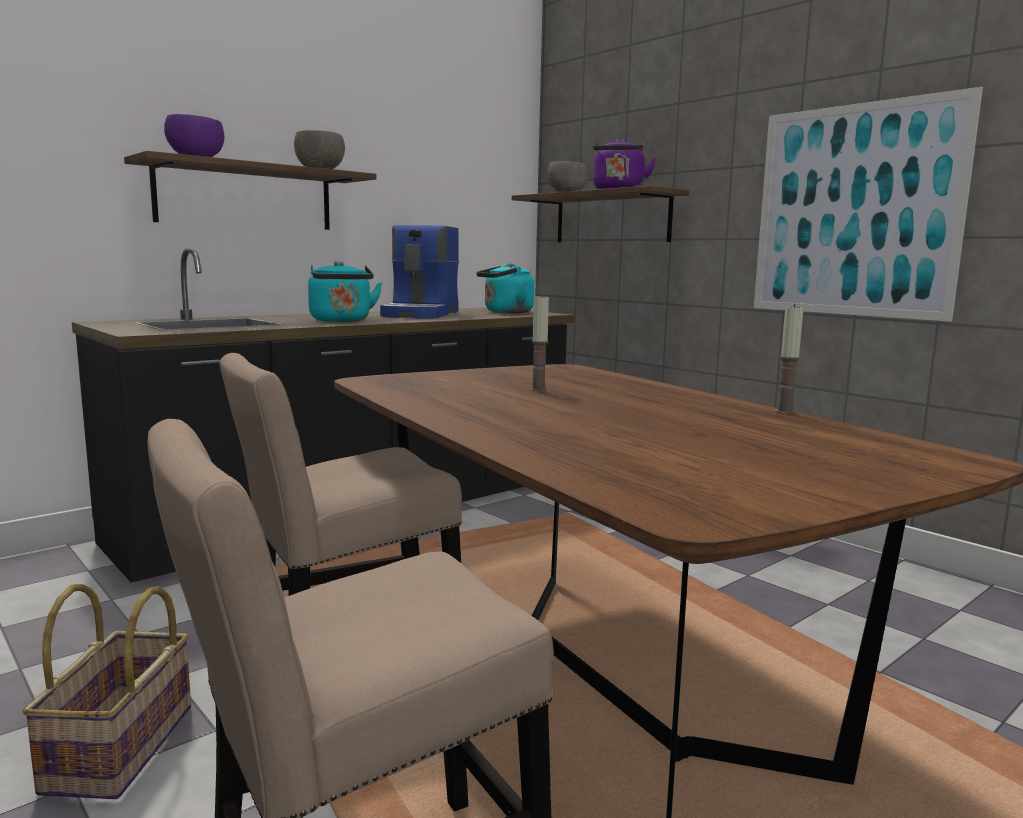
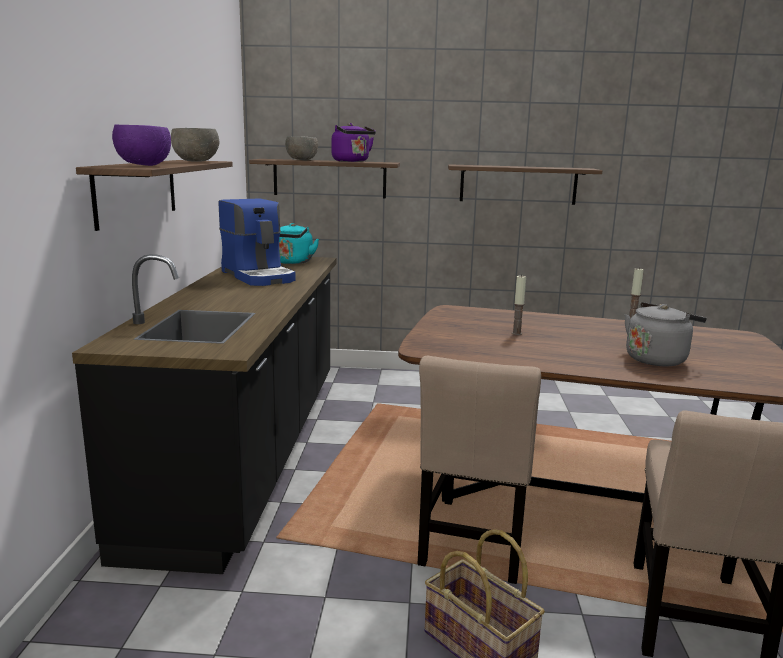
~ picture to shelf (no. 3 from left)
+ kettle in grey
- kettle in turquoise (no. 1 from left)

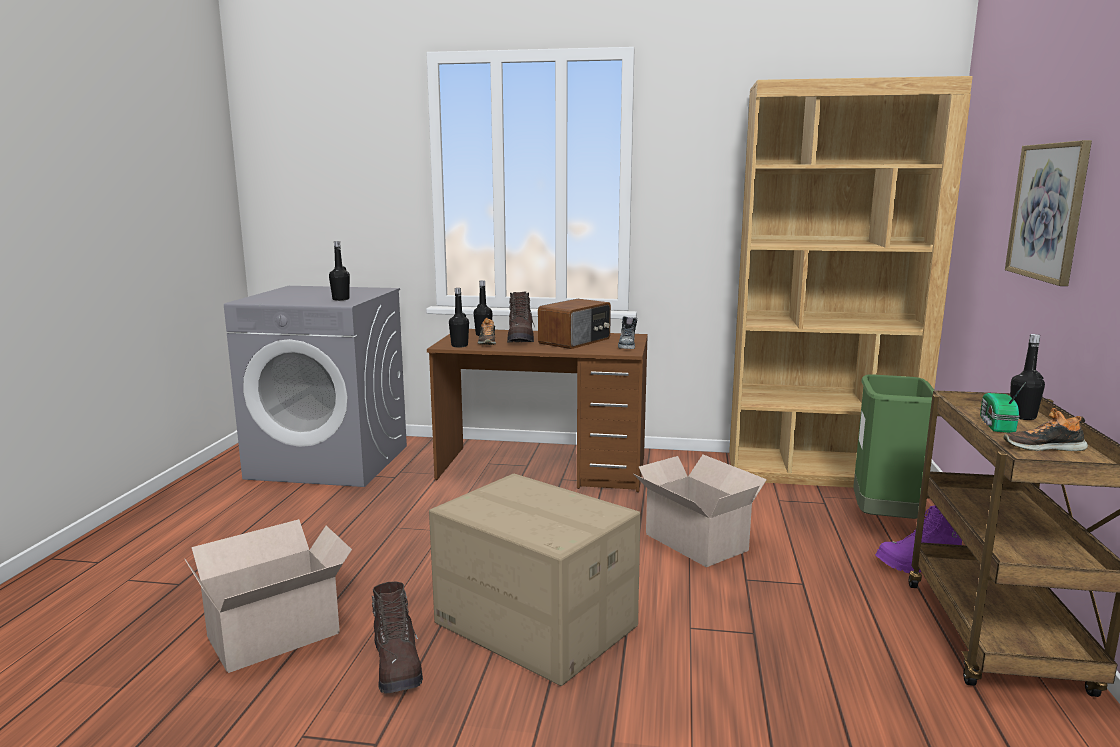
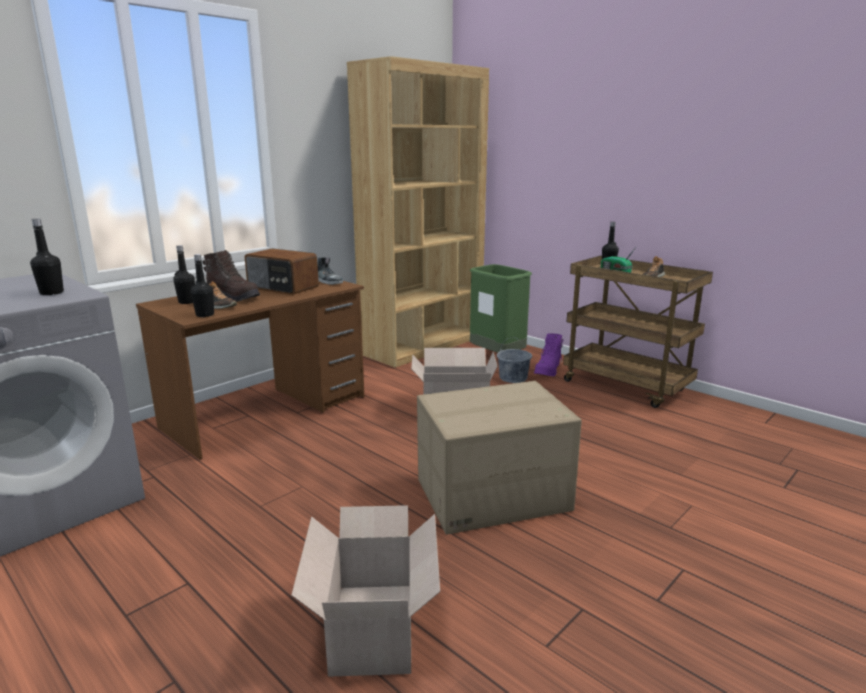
~ radio (no. 1 from left) 135 degrees clockwise
+ bucket in grey
- boot in brown (no. 1 from left)
- picture

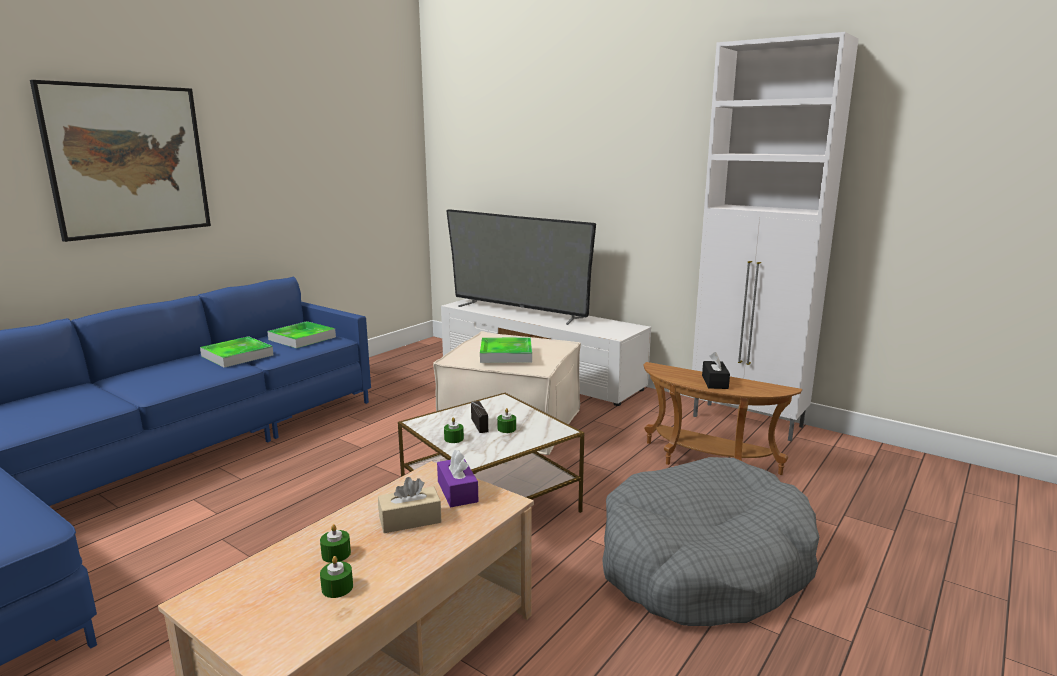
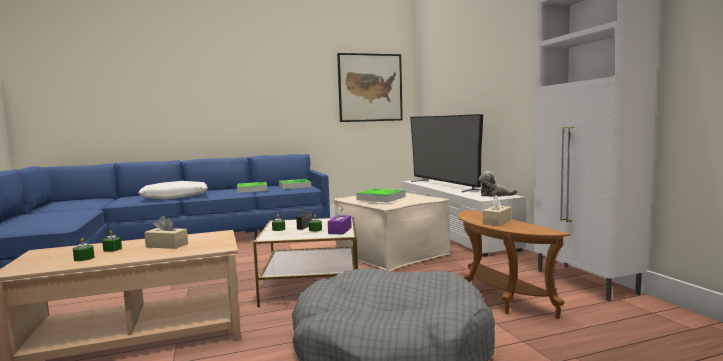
+ pillow in white
~ tissue box in purple
~ picture
+ plush toy
~ tissue box in black to tissue box in beige (no. 2 from left)

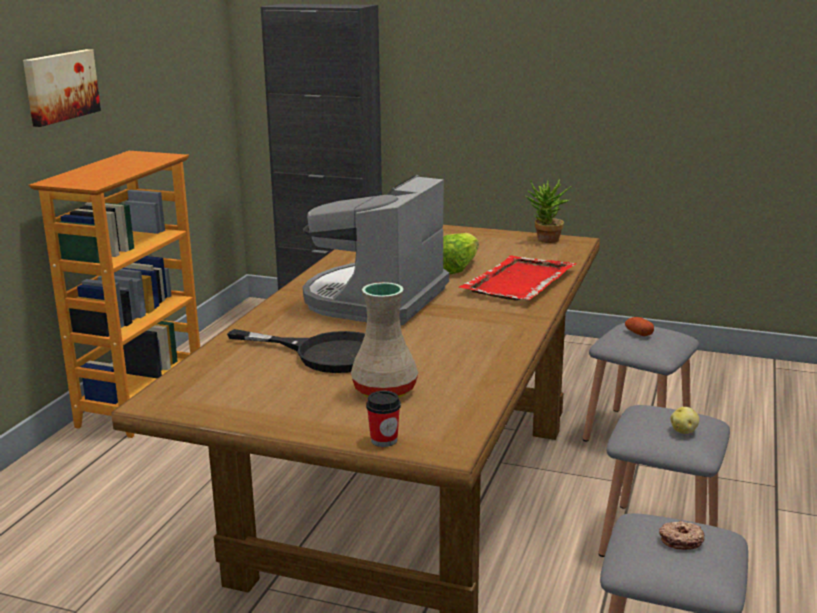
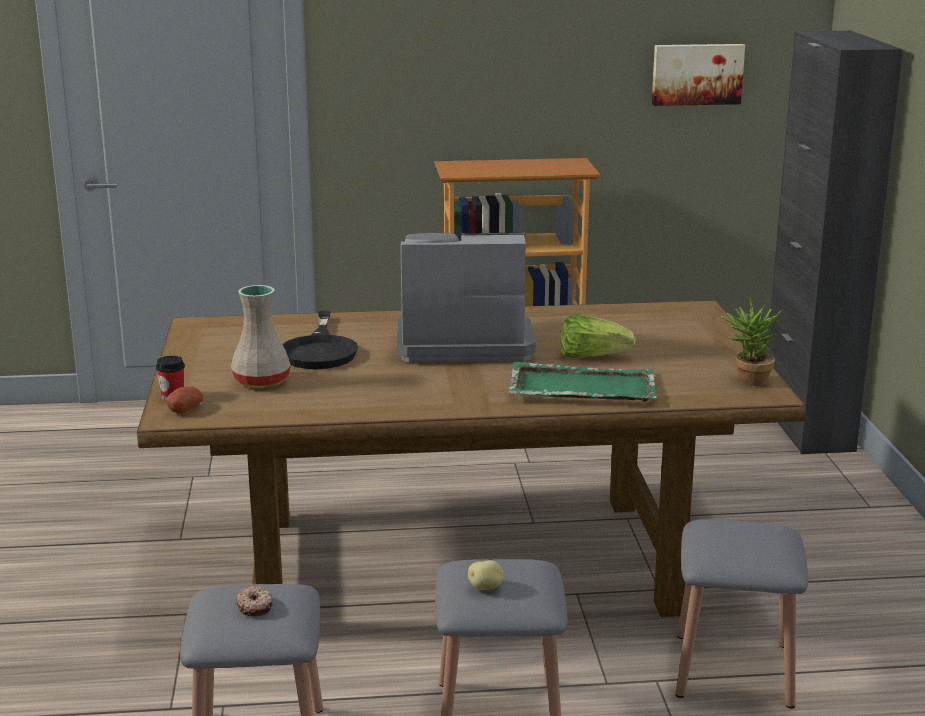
~ potato (no. 1 from left)
~ tray in red to tray in green
~ picture

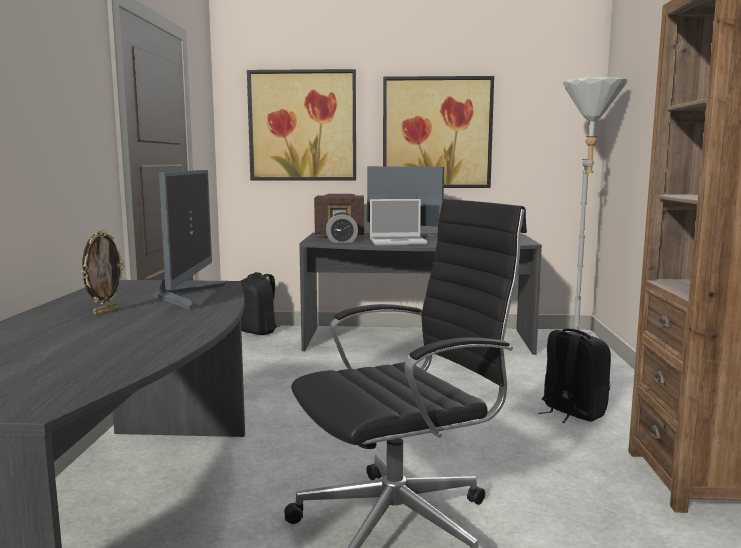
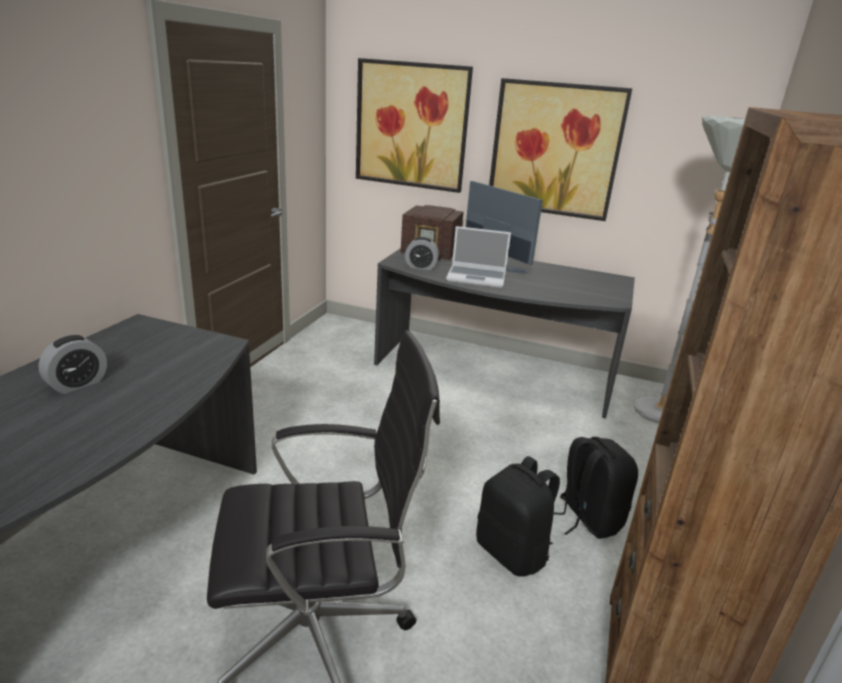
~ picture frame to alarm clock (no. 1 from left)
~ backpack in black (no. 1 from left)
- monitor (no. 1 from left)

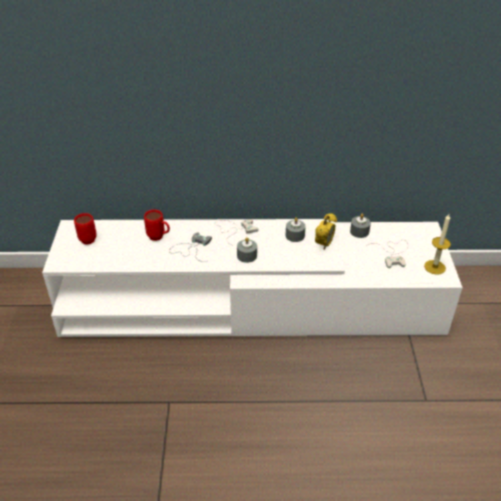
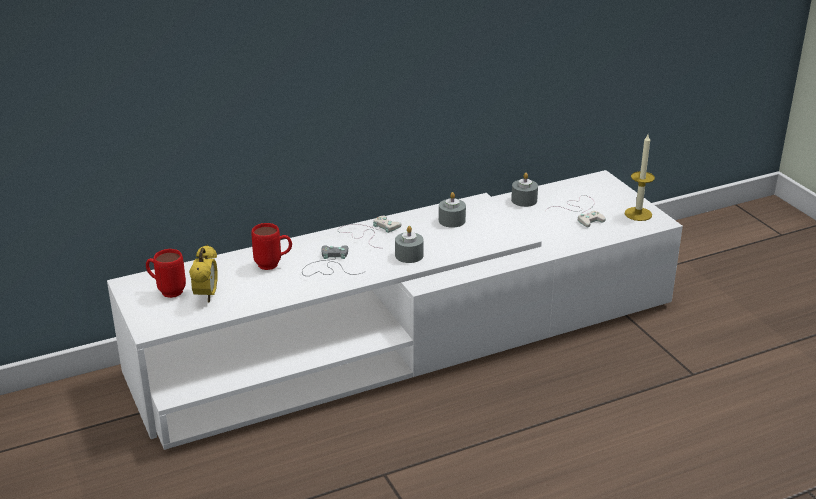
~ alarm clock

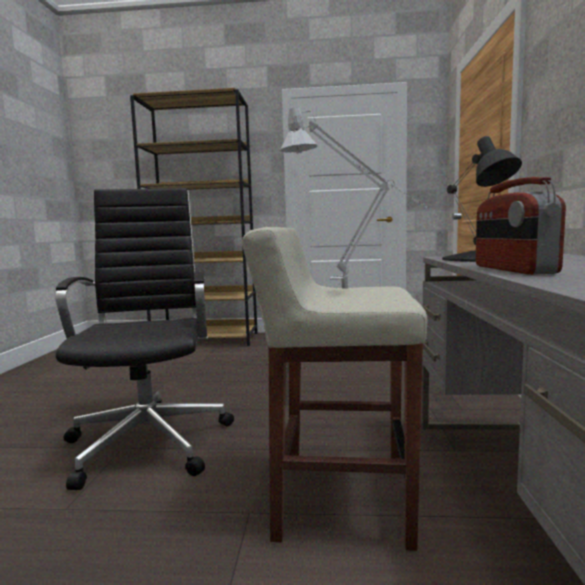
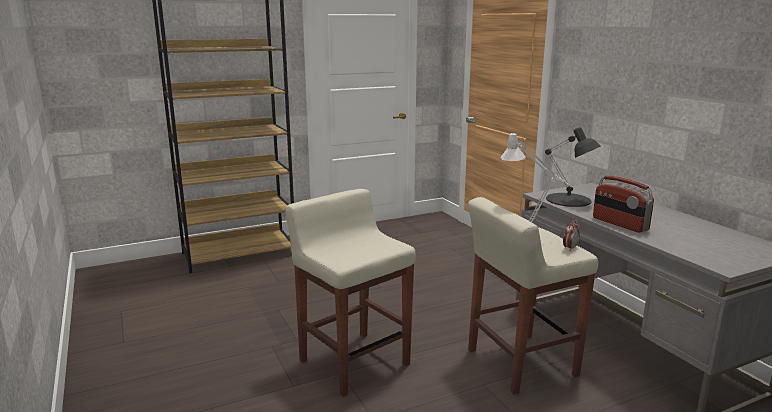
~ office chair in black to stool in beige (no. 1 from left)
+ alarm clock

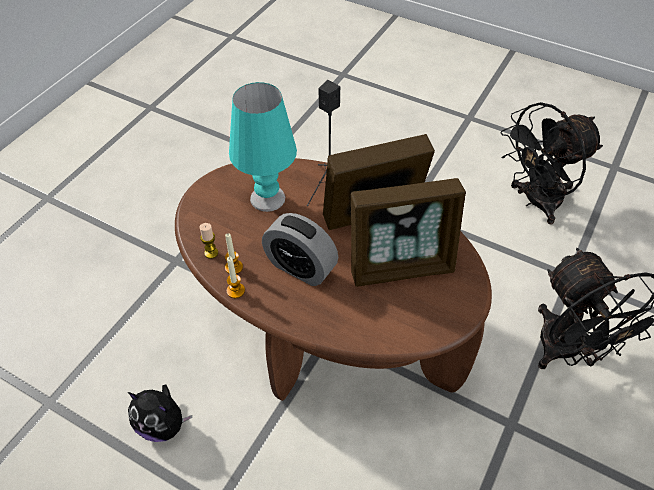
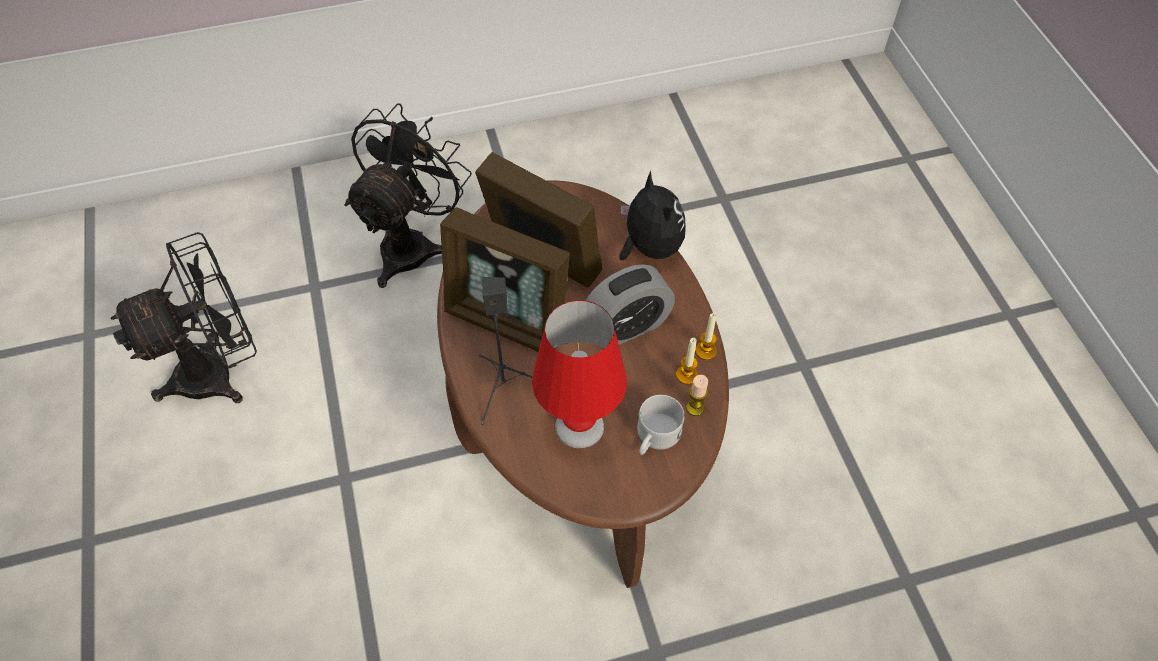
~ fan in black (no. 1 from left) 45 degrees counterclockwise
~ table lamp in turquoise to table lamp in red
~ alarm clock 75 degrees clockwise
~ plush toy
+ mug in white

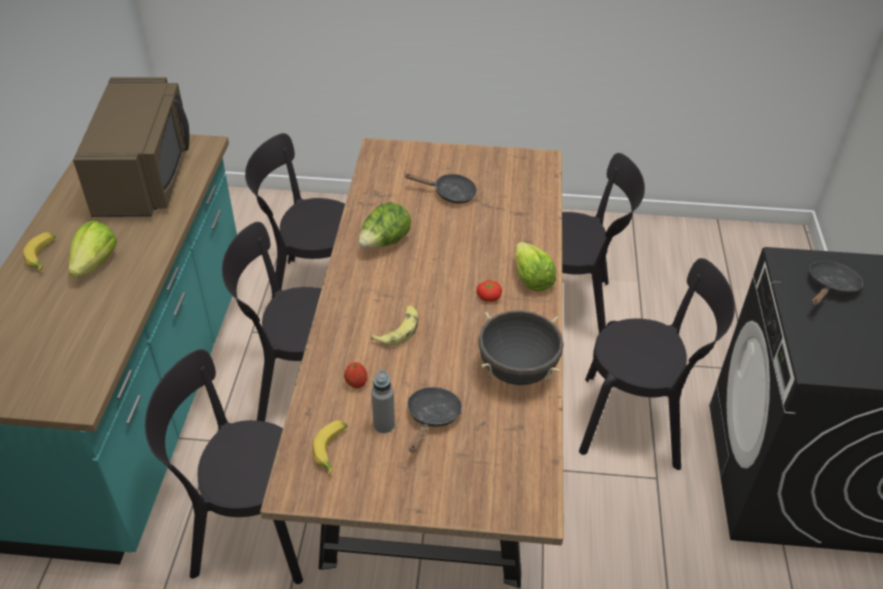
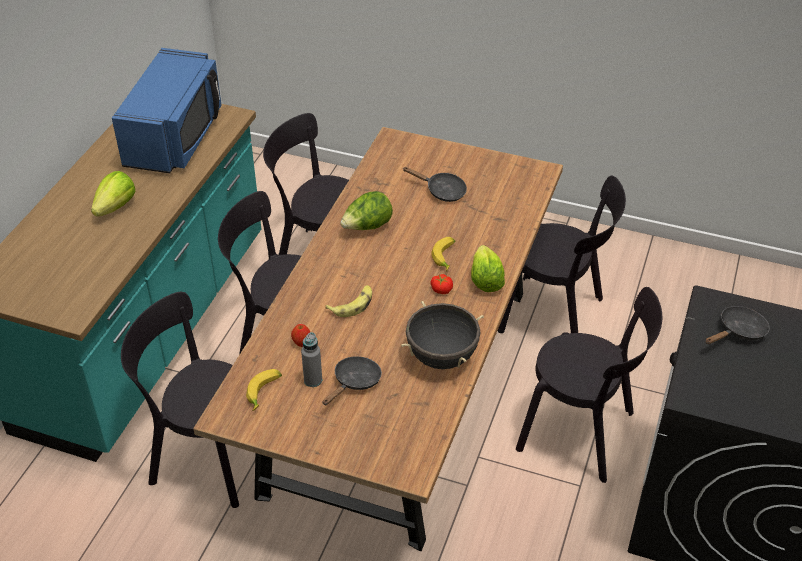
~ microwave in brown to microwave in blue
~ banana (no. 1 from left in the first image) to banana (no. 3 from left)

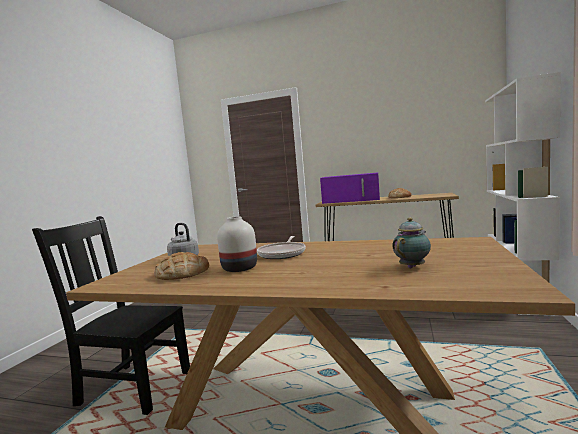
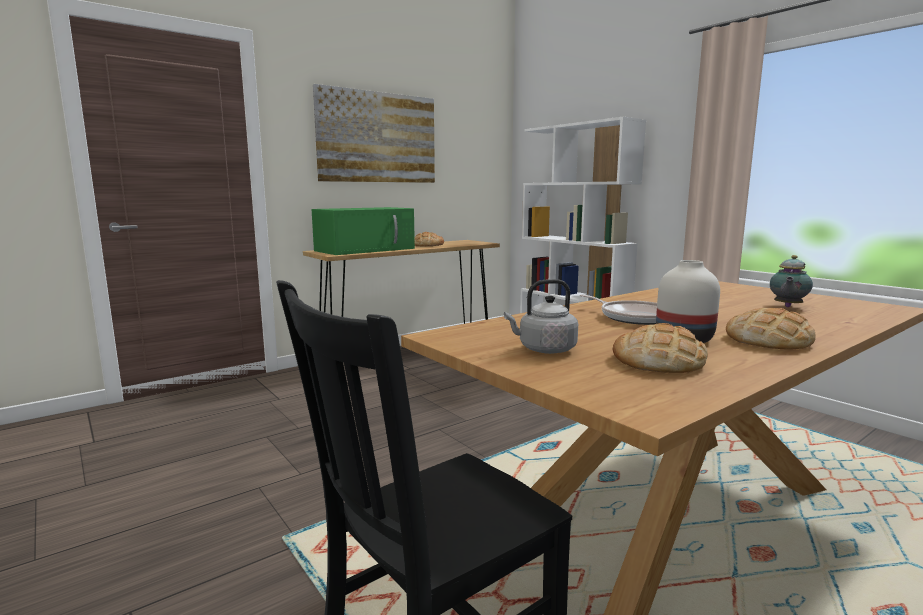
~ microwave in purple to microwave in green
+ picture
+ bread (no. 3 from left)
~ teapot 135 degrees counterclockwise

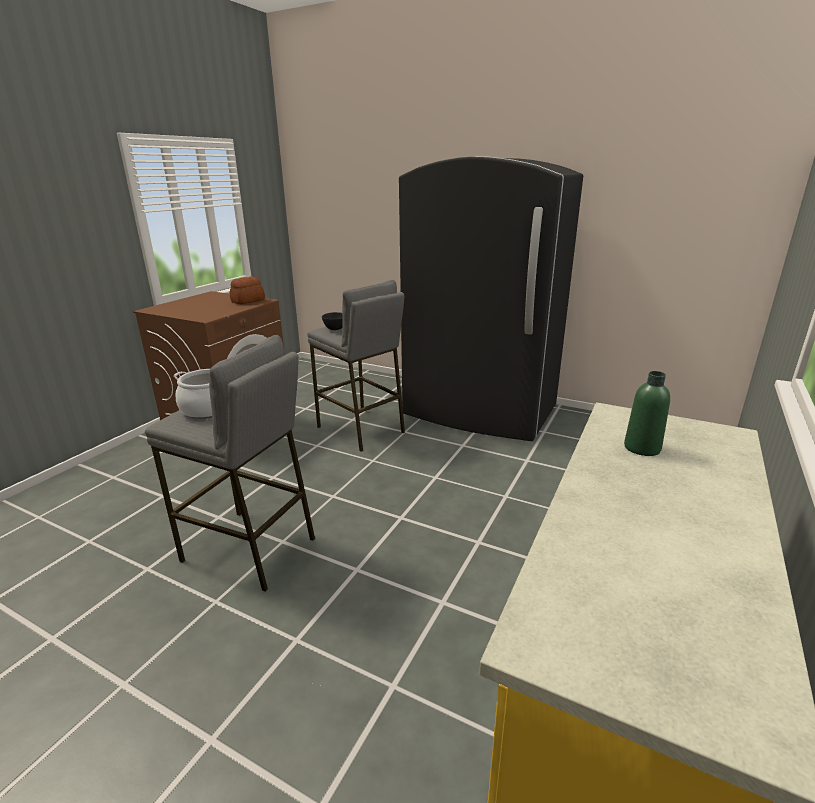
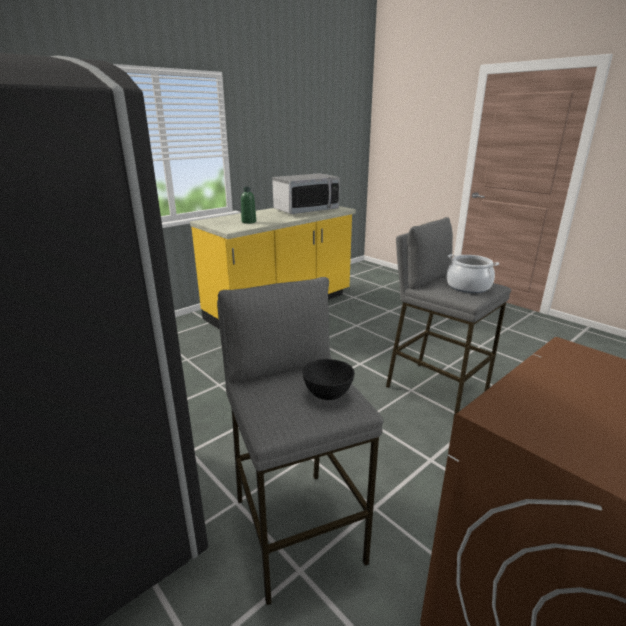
+ microwave
- bread

